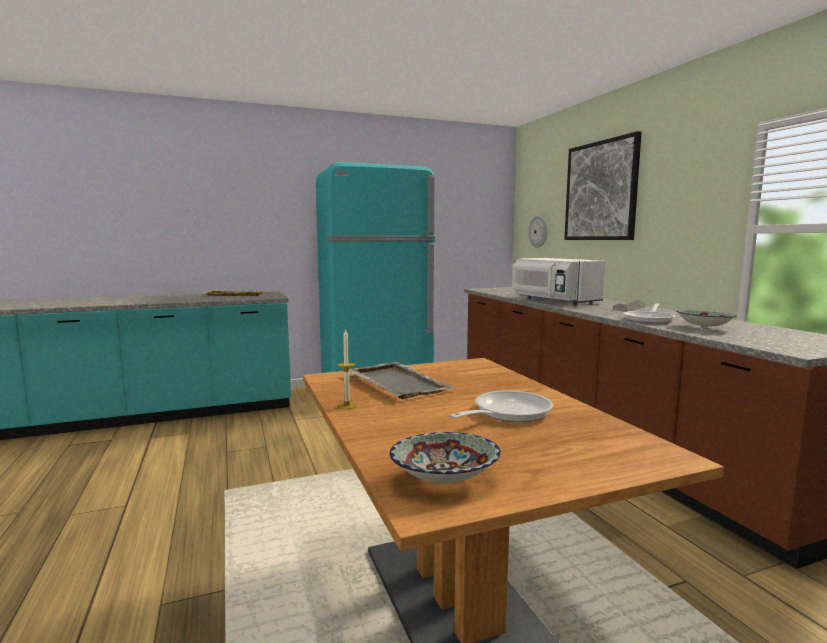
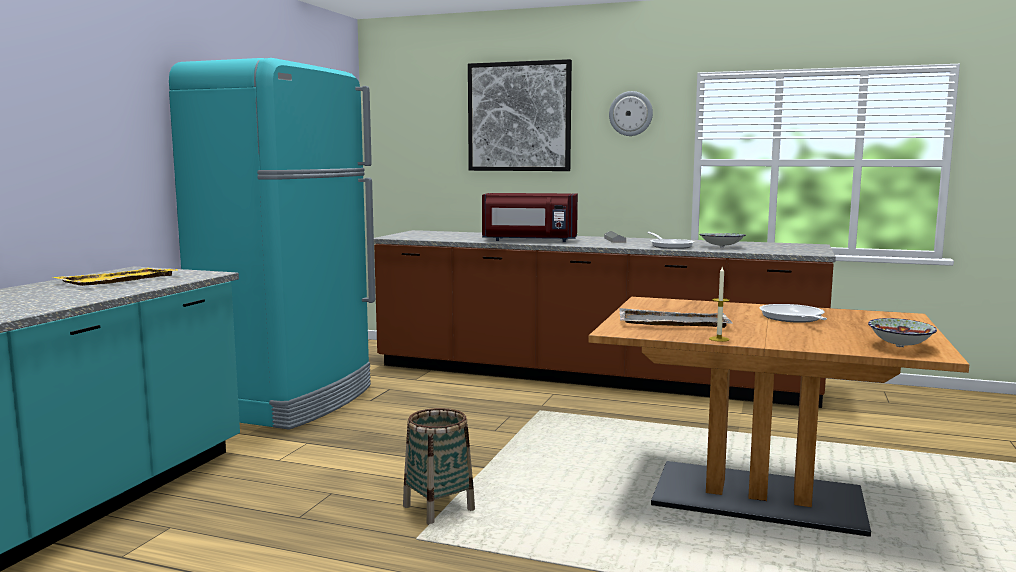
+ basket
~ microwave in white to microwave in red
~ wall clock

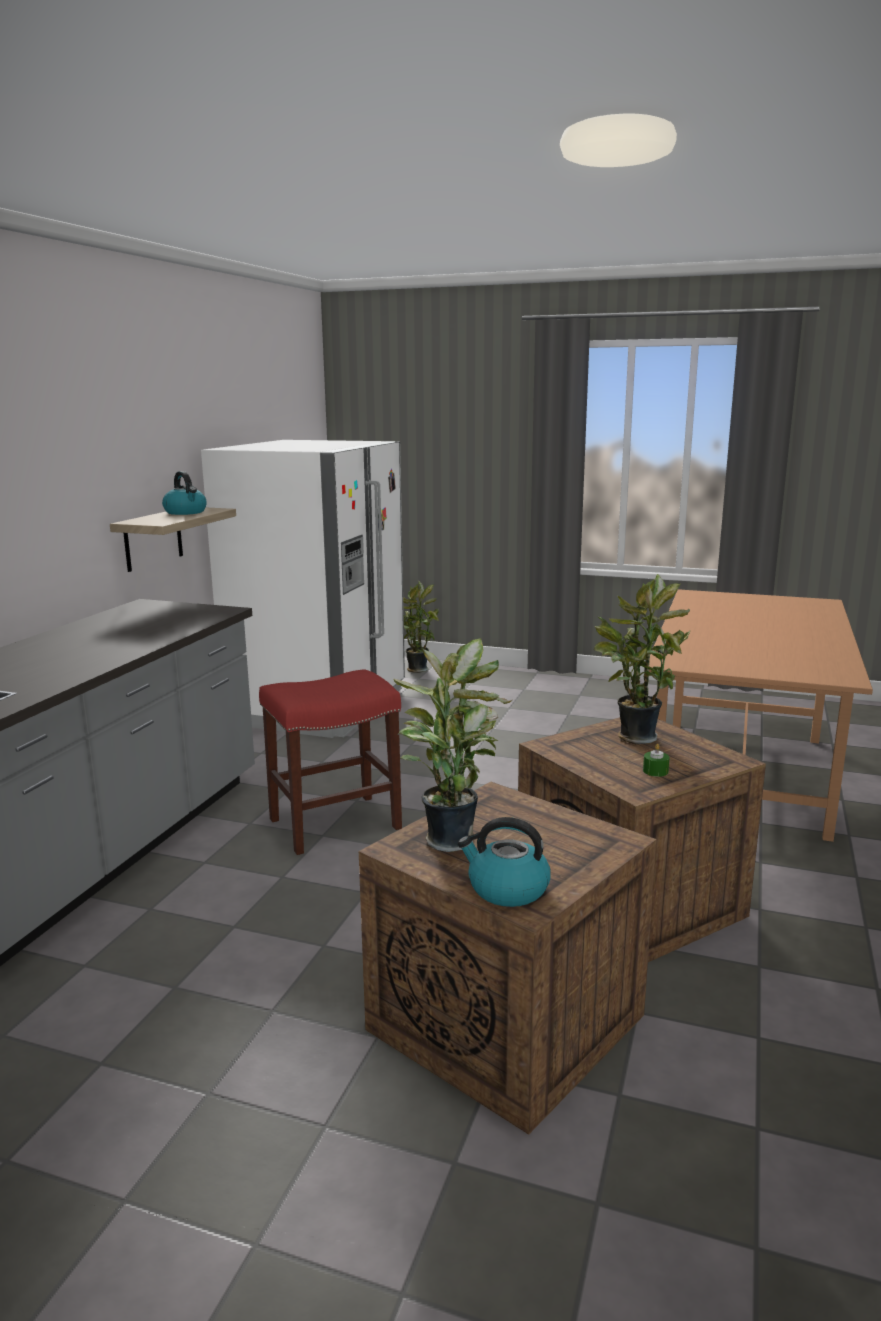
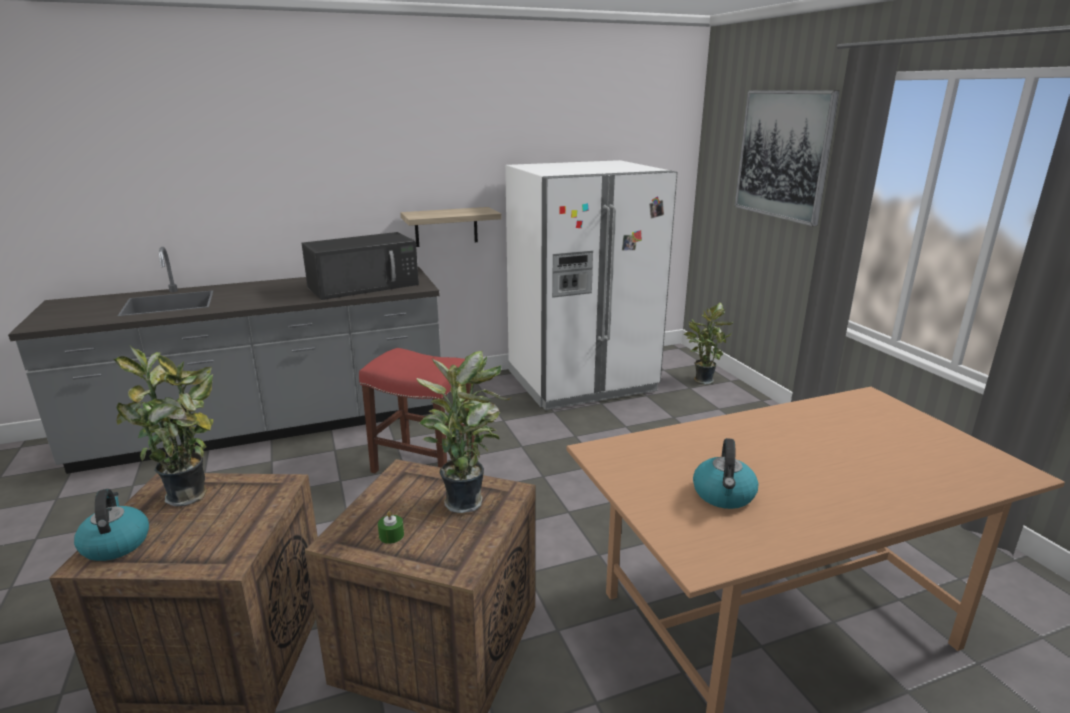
+ microwave in black
~ kettle (no. 1 from left in the first image) to kettle (no. 2 from left)
+ picture

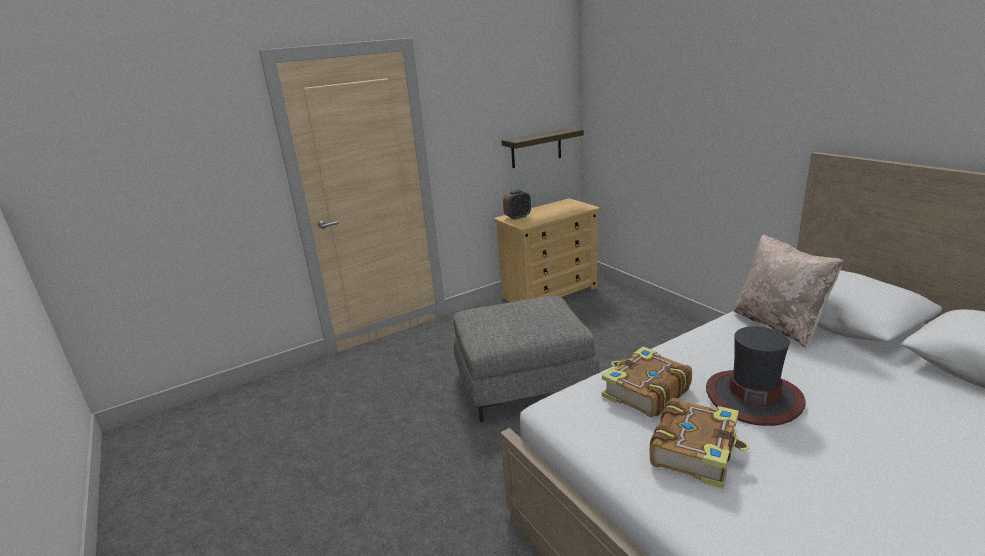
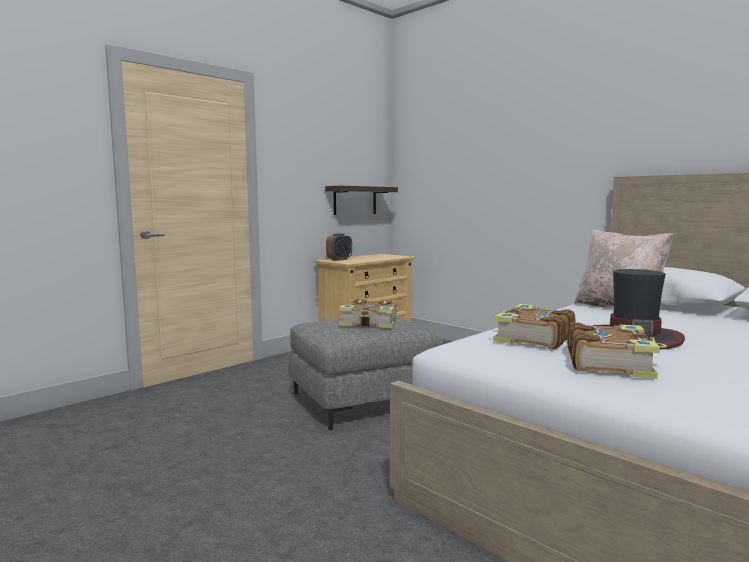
+ book (no. 1 from left)

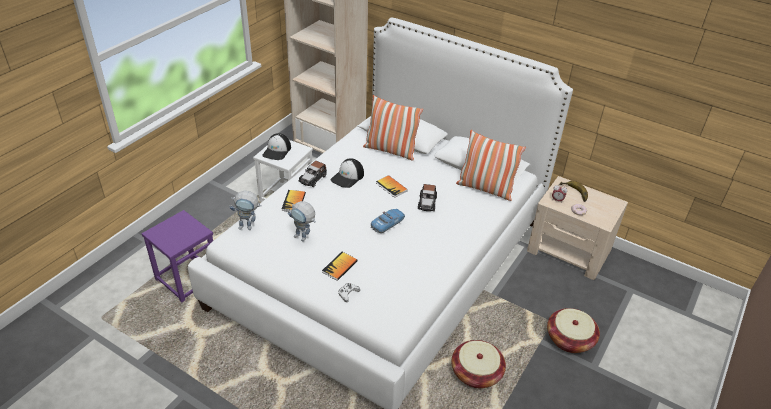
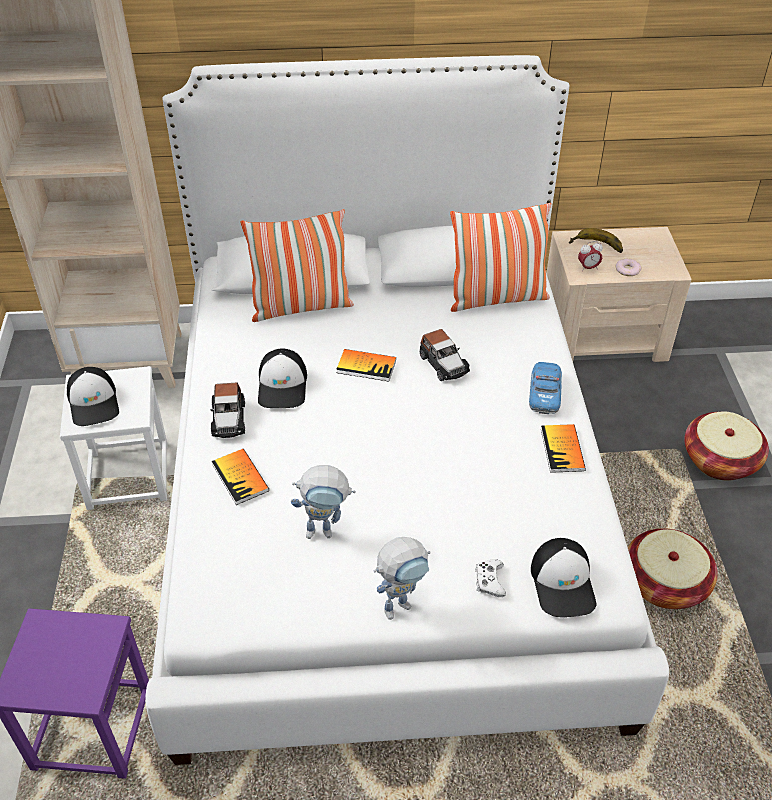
~ toy robot (no. 1 from left in the first image) to toy robot (no. 2 from left)
~ toy car (no. 2 from left in the first image) to toy car (no. 3 from left)
+ cap (no. 3 from left)
~ book (no. 2 from left in the first image) to book (no. 3 from left)

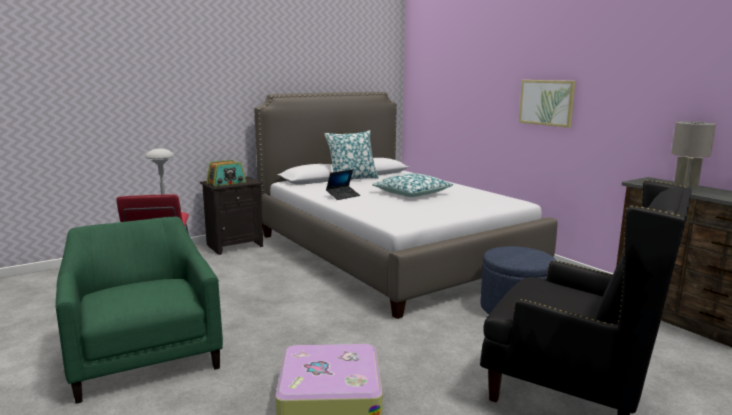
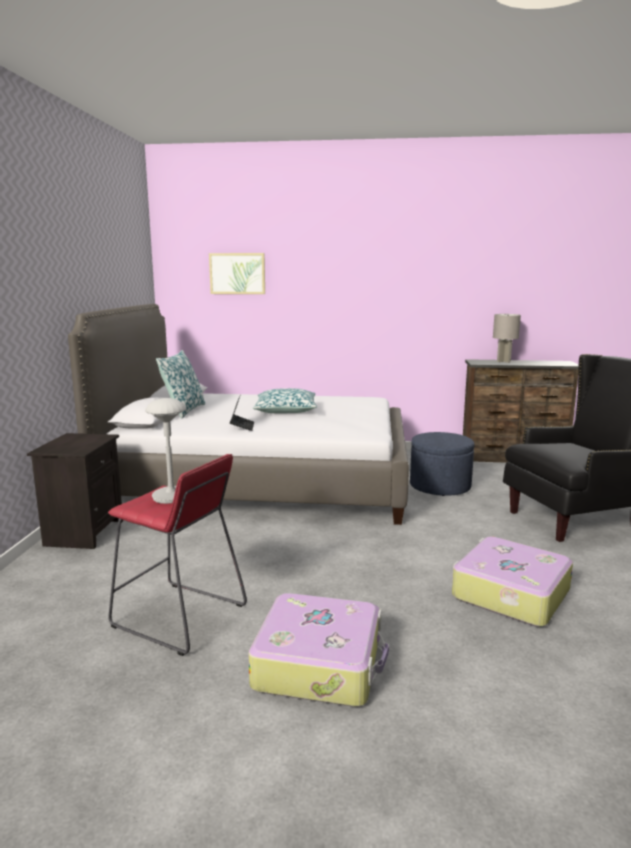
~ picture
~ armchair in green to suitcase (no. 1 from left)
- radio

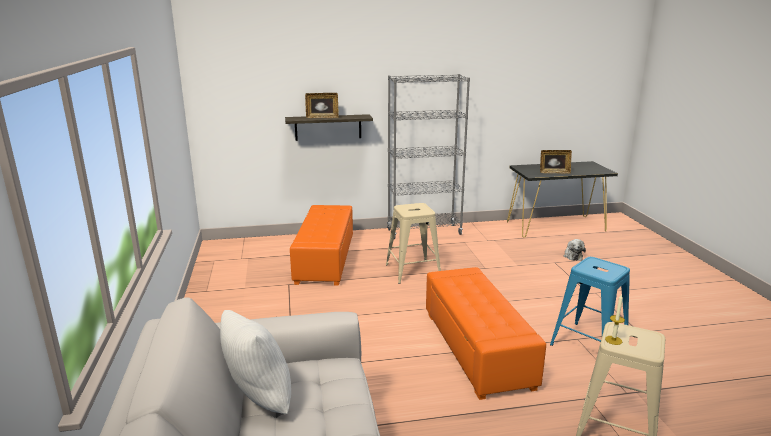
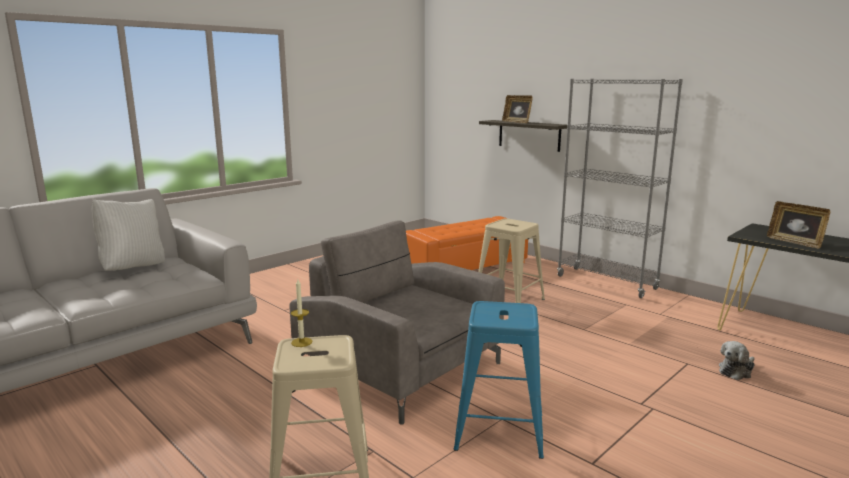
~ ottoman in orange (no. 2 from left) to armchair in grey

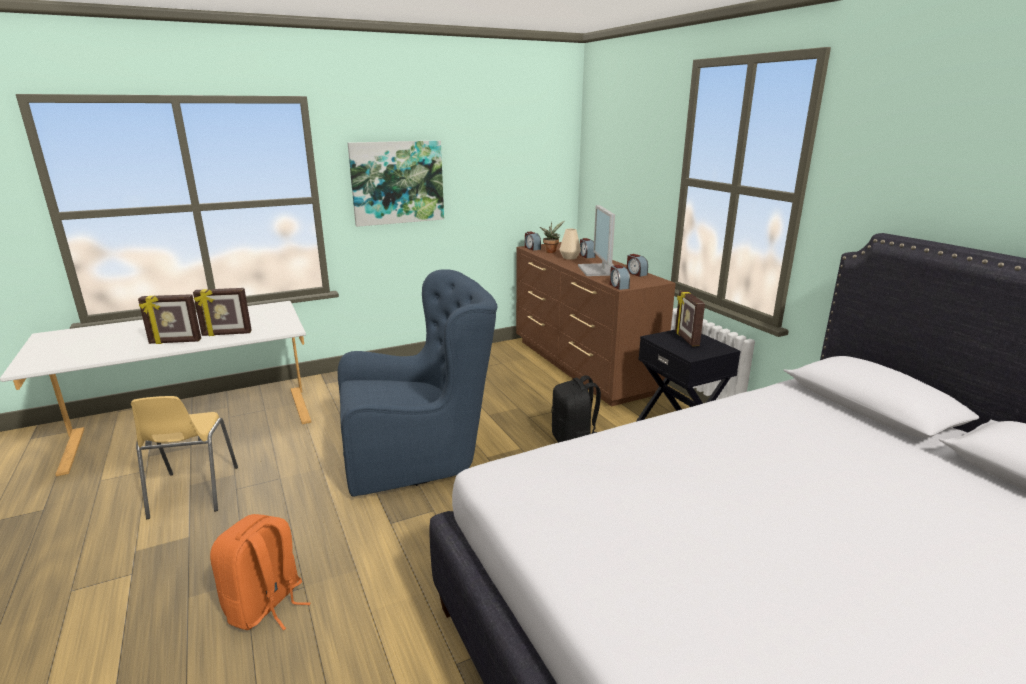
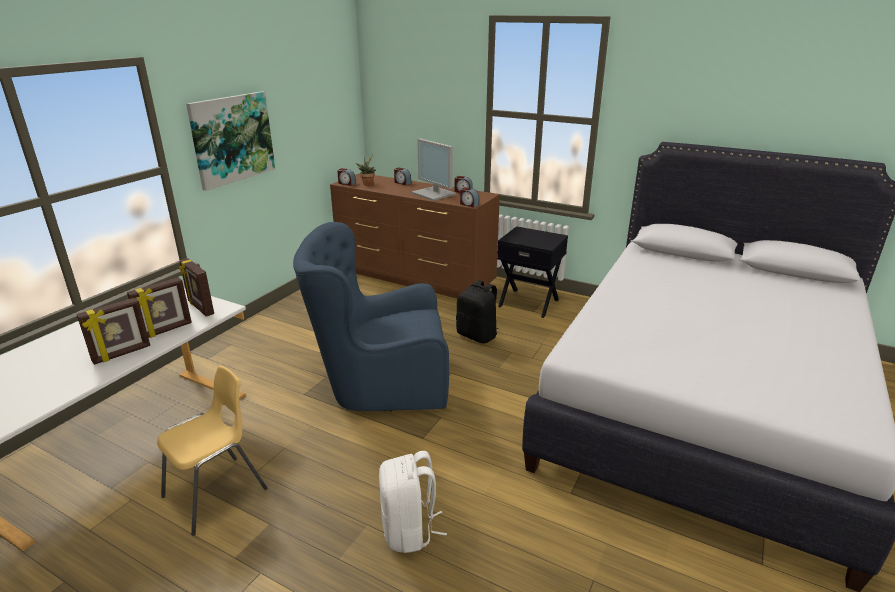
~ chair in yellow 90 degrees counterclockwise
~ picture frame (no. 3 from left)
~ armchair in blue 135 degrees counterclockwise
~ backpack in orange to backpack in white
- vase in beige

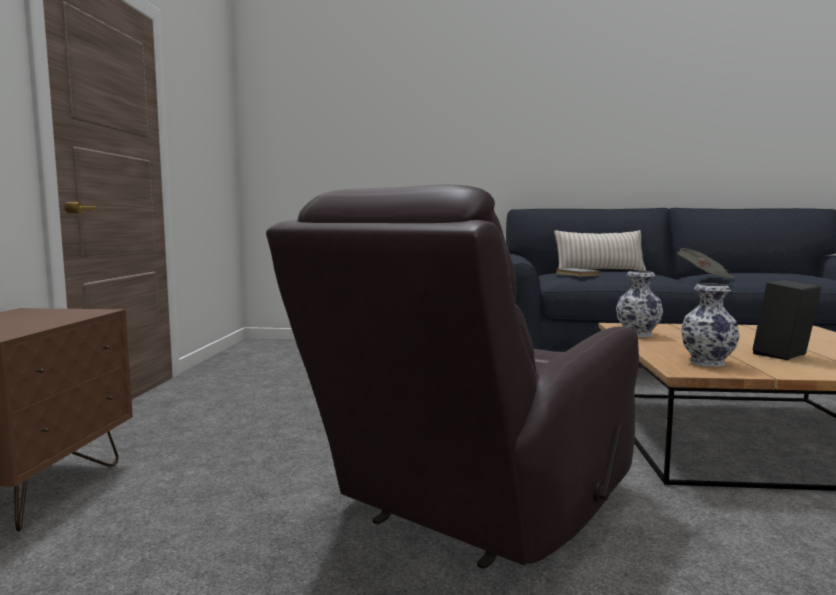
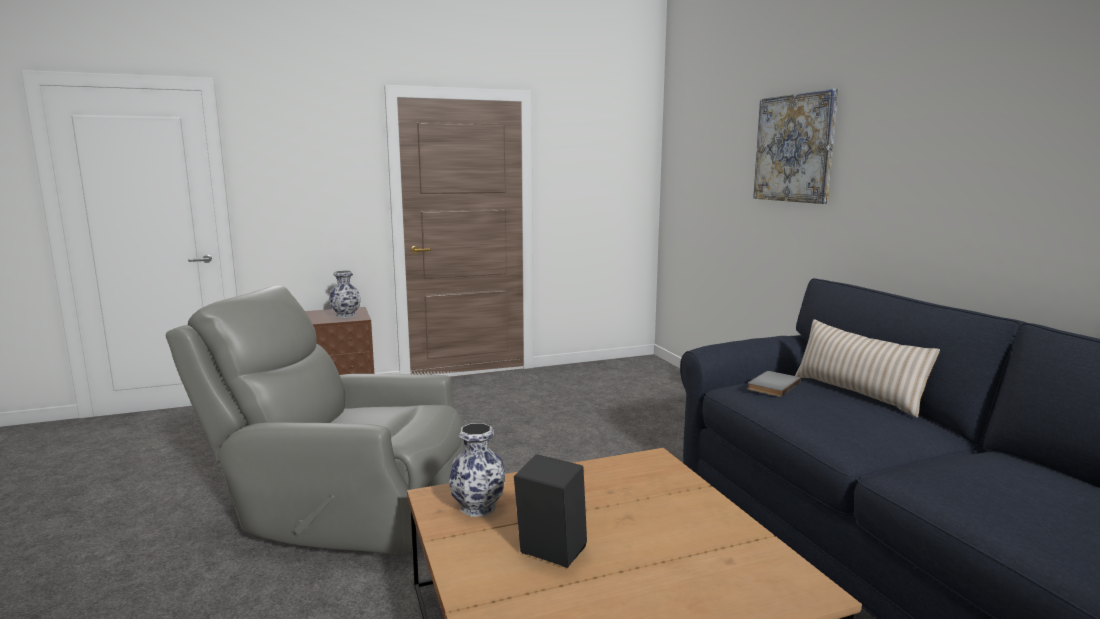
~ armchair in brown to armchair in grey
~ vase (no. 1 from left)
+ picture
- newspaper

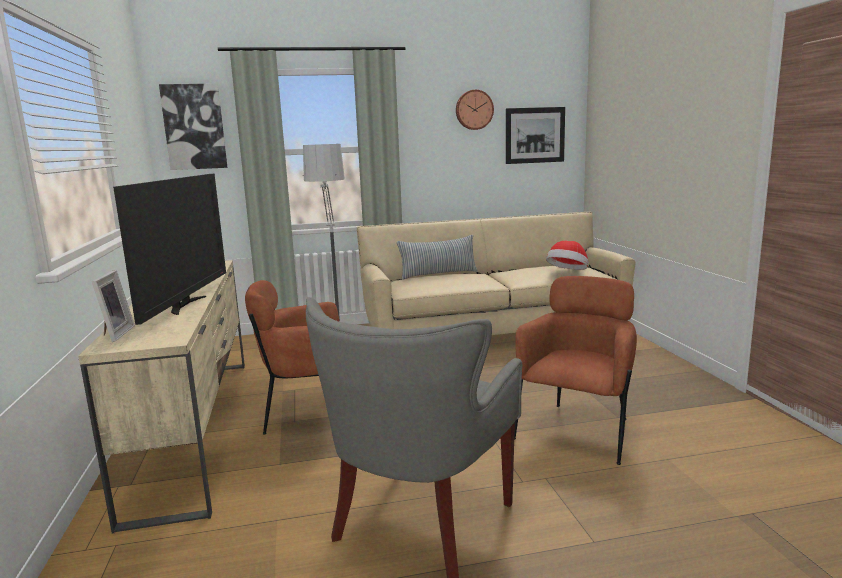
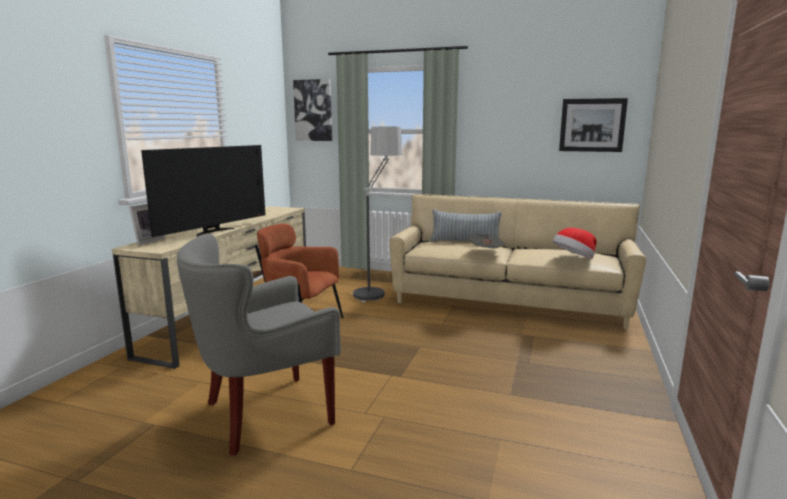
+ newspaper
- wall clock
- armchair in brown (no. 2 from left)

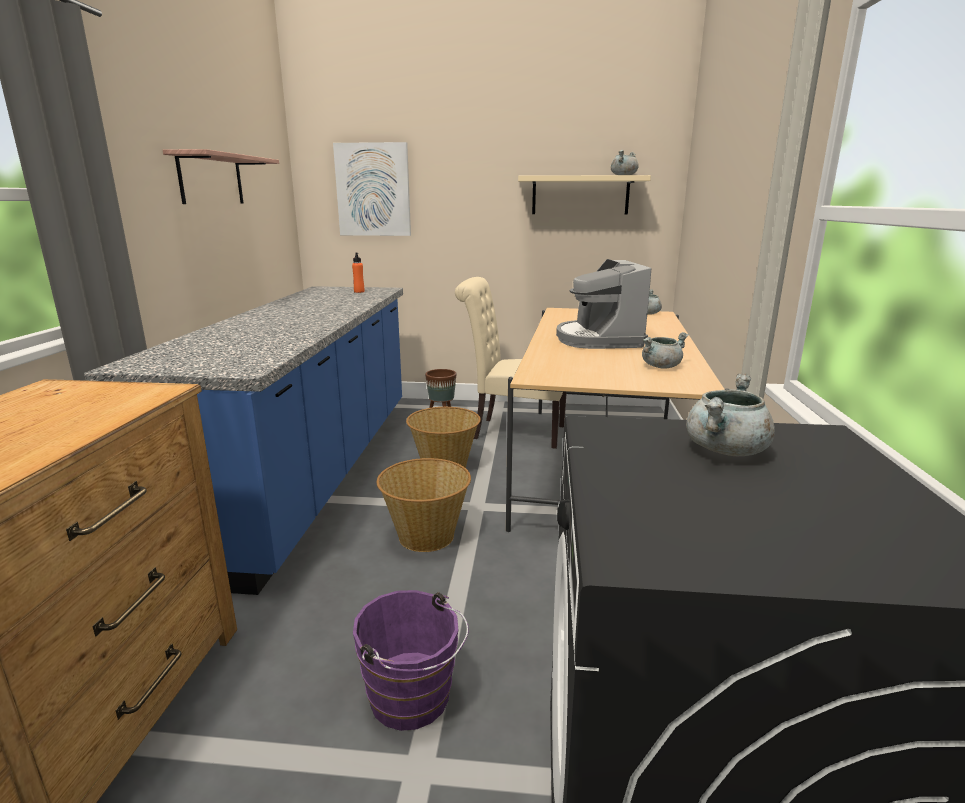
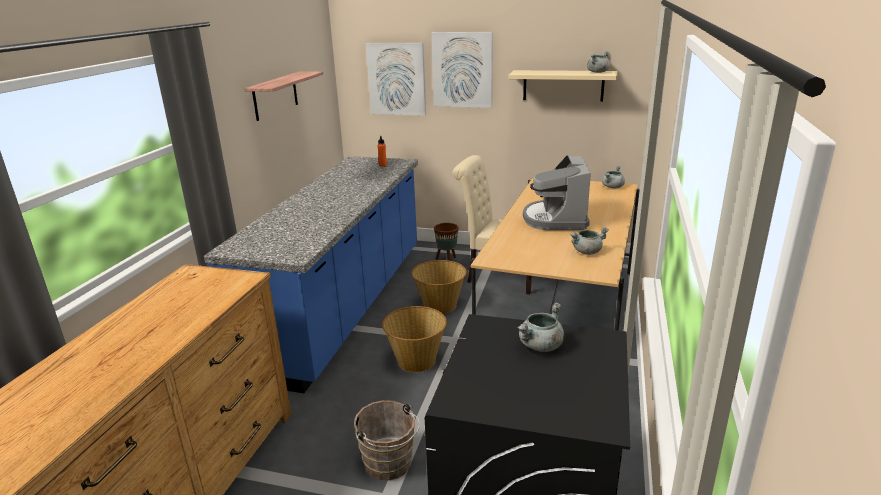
~ bucket in purple to bucket in brown
+ picture (no. 2 from left)

